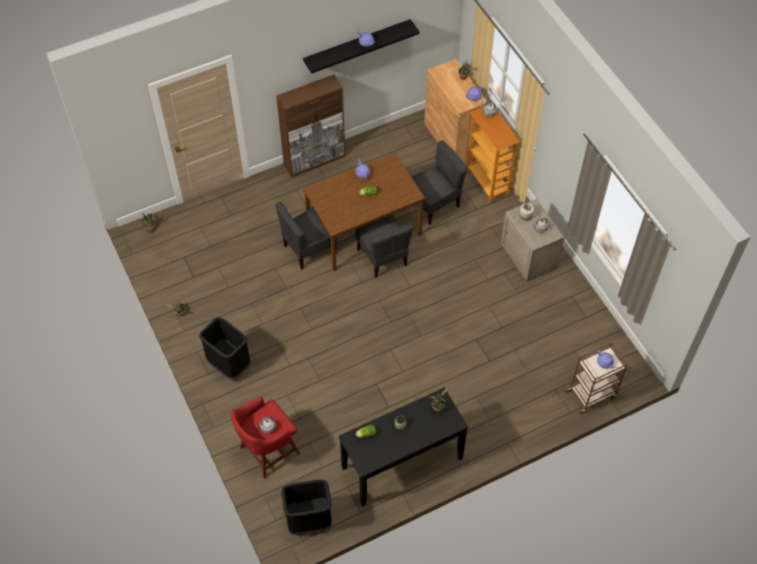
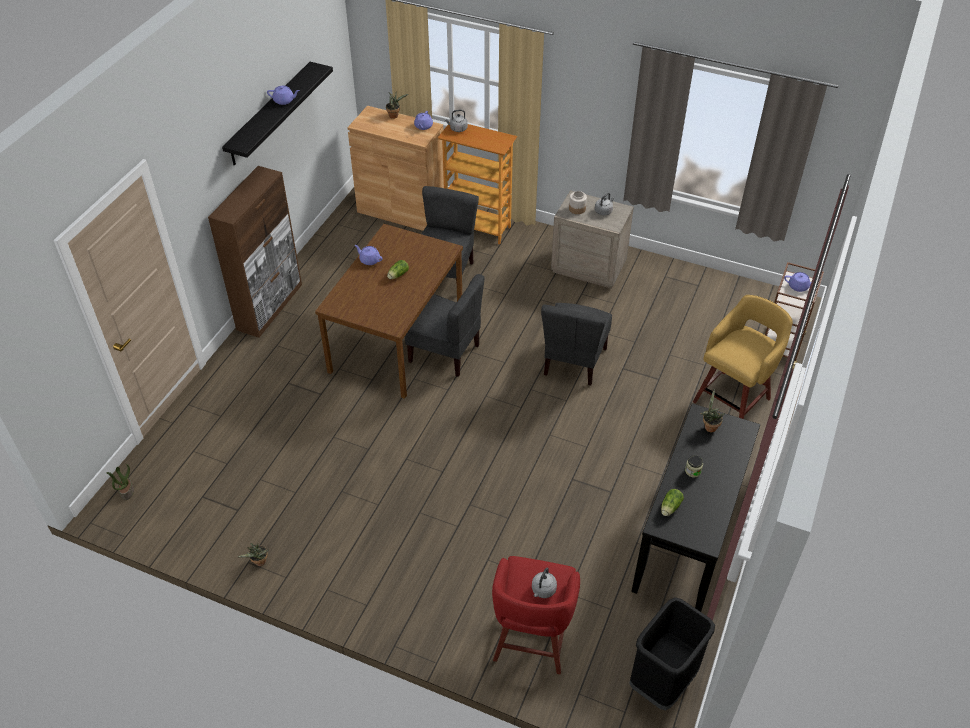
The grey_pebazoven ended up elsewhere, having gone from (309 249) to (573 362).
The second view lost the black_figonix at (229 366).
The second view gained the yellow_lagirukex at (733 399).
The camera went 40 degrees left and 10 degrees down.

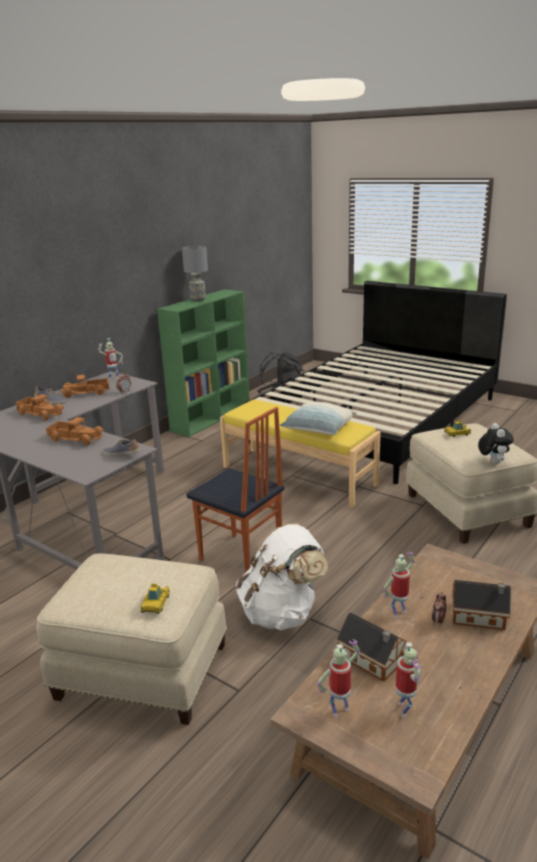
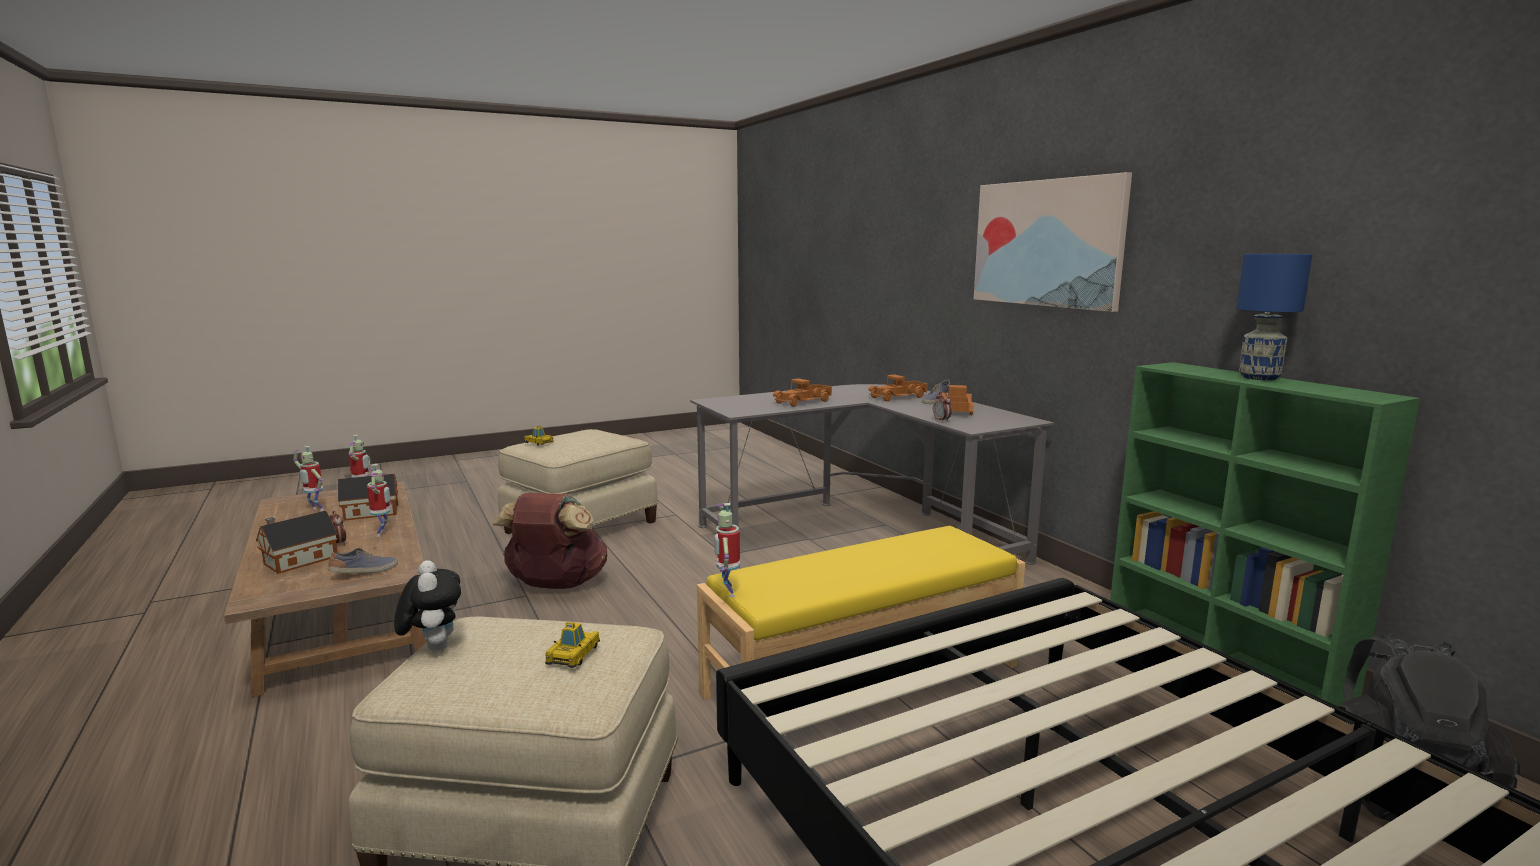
What was the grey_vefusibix at (198 299) turned into the blue_vefusibix at (1258 378).
The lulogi ended up elsewhere, having gone from (113 378) to (727 592).
The second view lost the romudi at (318 430).
The second view lost the pebazoven at (240 558).
The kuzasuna at (492 462) ended up facing another way, 135 degrees counterclockwise from before.
The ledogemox ended up elsewhere, having gone from (122 454) to (365 572).
What was the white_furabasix at (282 613) turned into the brown_furabasix at (555 585).
The second view gained the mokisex at (1047 243).
The camera went 115 degrees right and 10 degrees down.

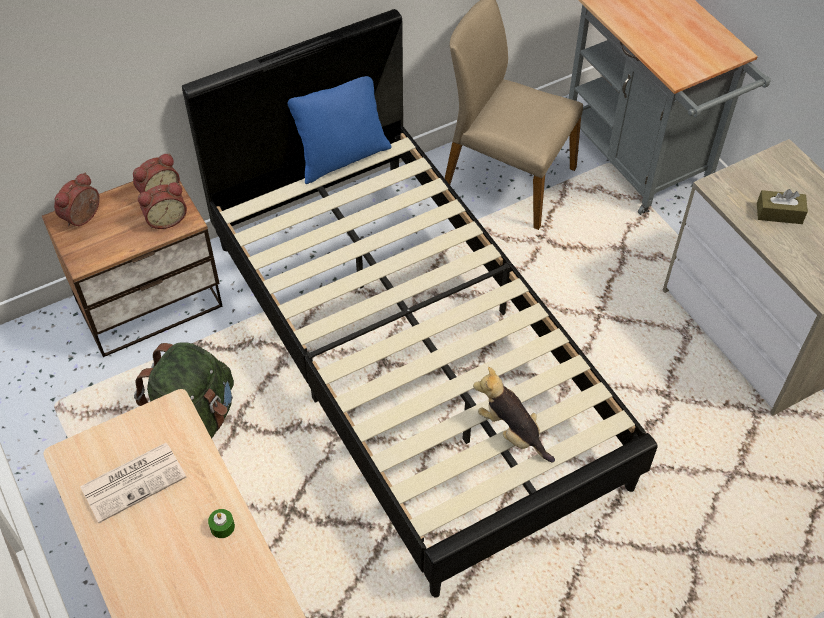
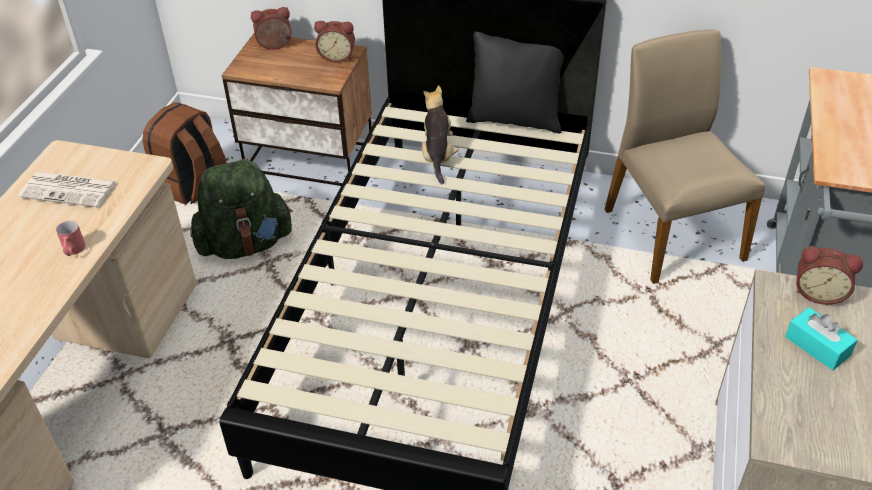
What was the blue_romudi at (341 157) turned into the black_romudi at (515 120).
The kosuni ended up elsewhere, having gone from (166 219) to (819 292).
What was the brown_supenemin at (779 213) turned into the turquoise_supenemin at (817 346).
The kuzasuna ended up elsewhere, having gone from (512 432) to (438 156).
Where the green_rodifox stood at (222 527), the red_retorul came to stand at (73 251).
The second view gained the brown_furabasix at (193 186).
The camera went 45 degrees right and 10 degrees down.

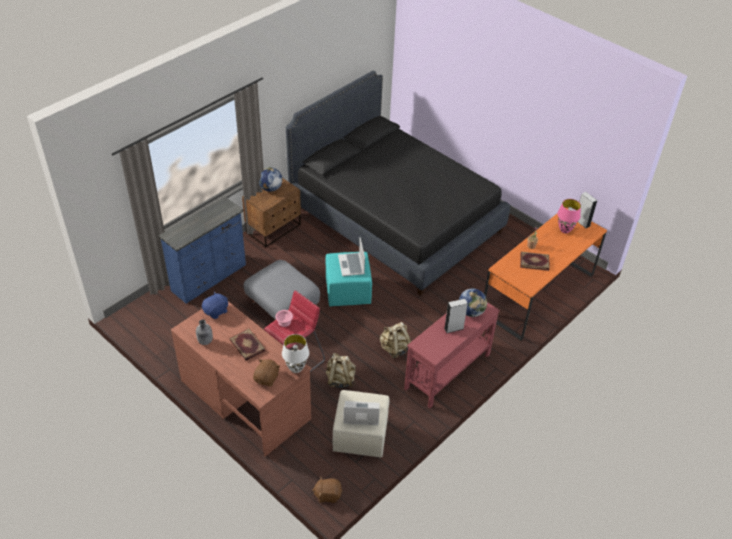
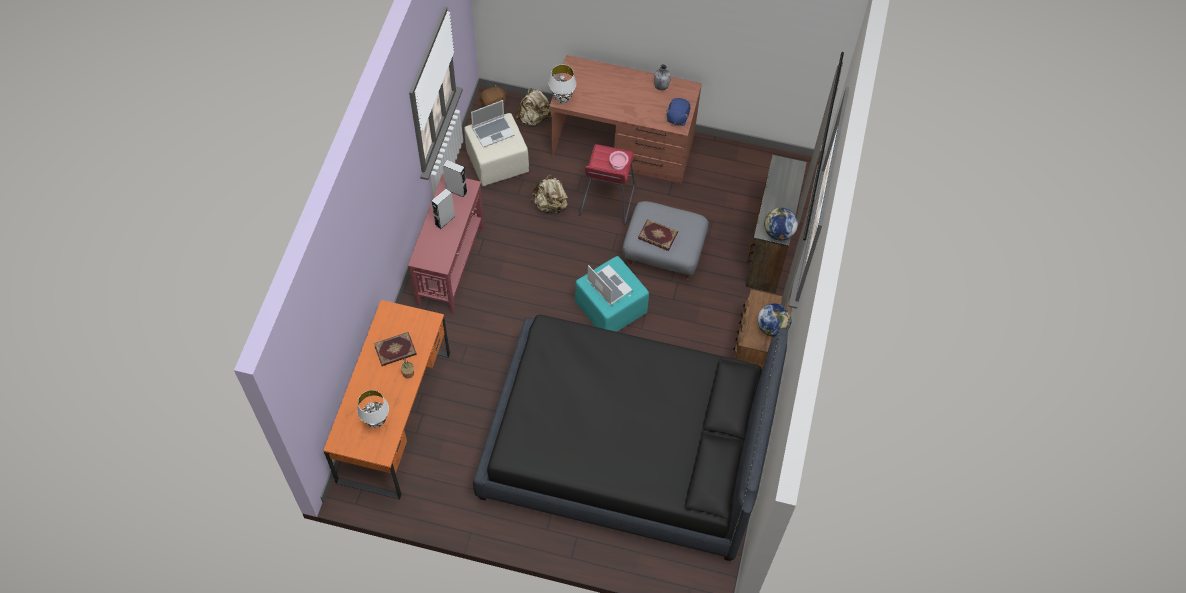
The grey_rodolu ended up elsewhere, having gone from (582 222) to (456 190).
What was the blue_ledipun at (210 278) turned into the brown_ledipun at (767 251).
What was the pink_vefusibix at (564 230) turned into the white_vefusibix at (376 421).
The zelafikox ended up elsewhere, having gone from (471 312) to (778 233).
The beige_furabasix ended up elsewhere, having gone from (395 349) to (534 119).
The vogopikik ended up elsewhere, having gone from (246 346) to (658 235).
The second view lost the brown_kuzasuna at (267 378).
The camera went 150 degrees right and 15 degrees up.

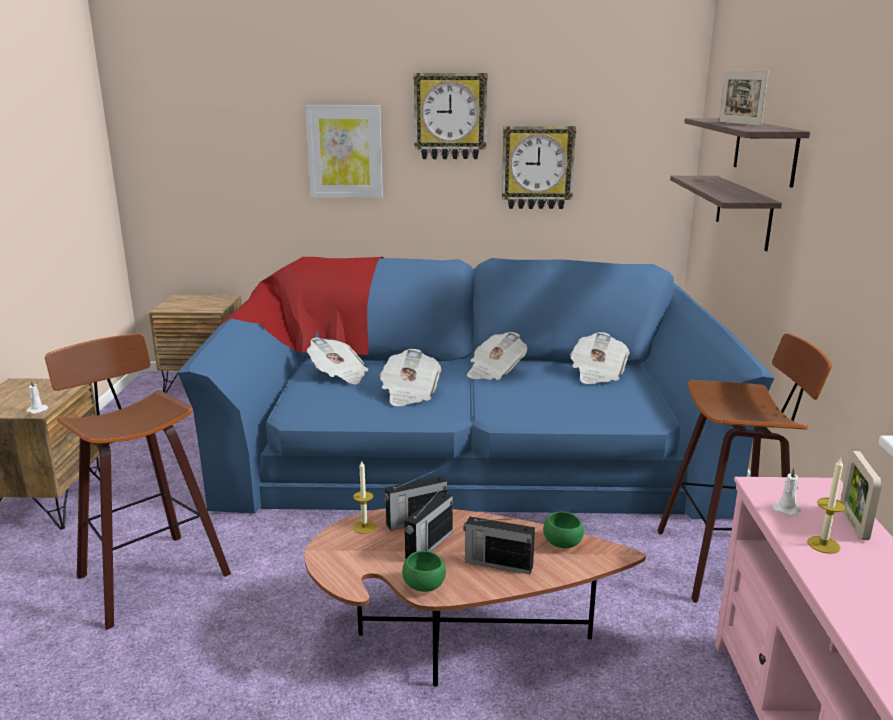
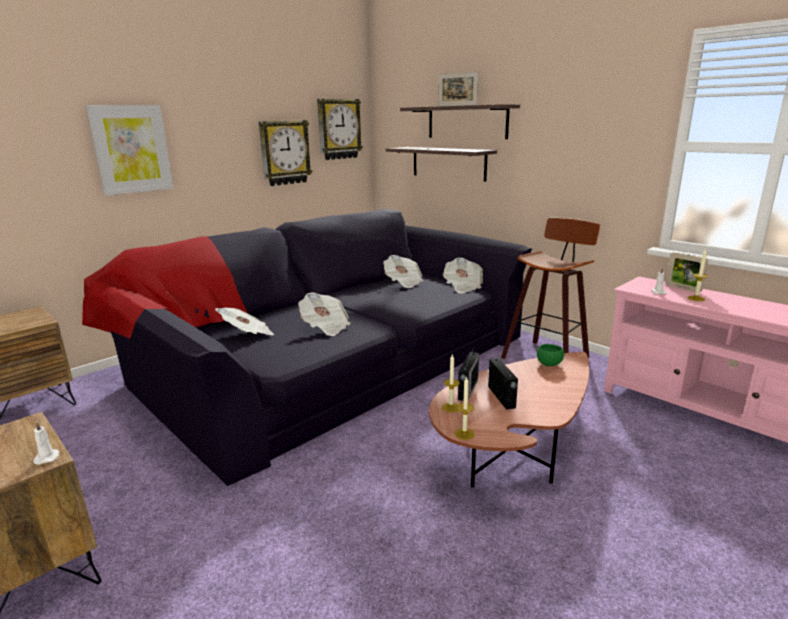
The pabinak ended up elsewhere, having gone from (450 116) to (338 129).
What was the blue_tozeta at (467 436) turned into the black_tozeta at (325 355).
The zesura ended up elsewhere, having gone from (494 372) to (462 286).
The second view lost the lagirukex at (147 575).
The second view lost the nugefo at (497 563).
The second view lost the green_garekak at (424 586).
The second view gained the rodifox at (464 434).
The camera went 45 degrees left and 0 degrees up.

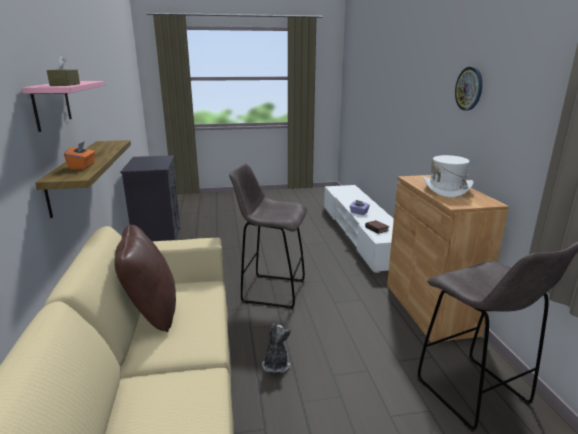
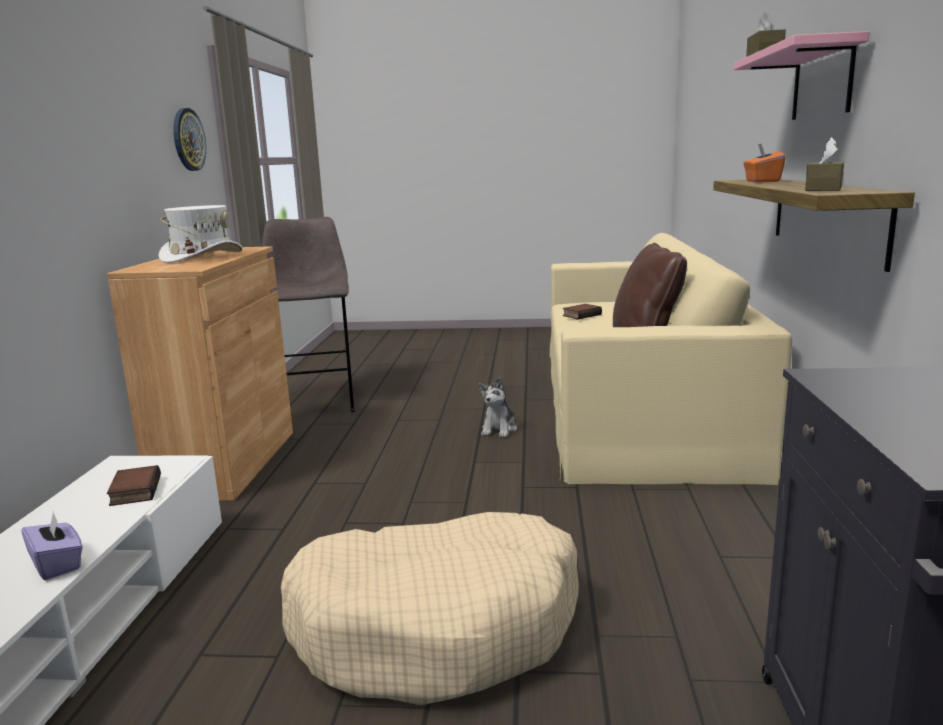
The pabinak ended up elsewhere, having gone from (469 88) to (188 139).
The second view lost the grey_lagirukex at (271 291).
The second view gained the brown_supenemin at (823 189).
The second view gained the vogopikik at (581 315).
The second view gained the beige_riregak at (438 627).
The camera went 165 degrees left and 5 degrees down.

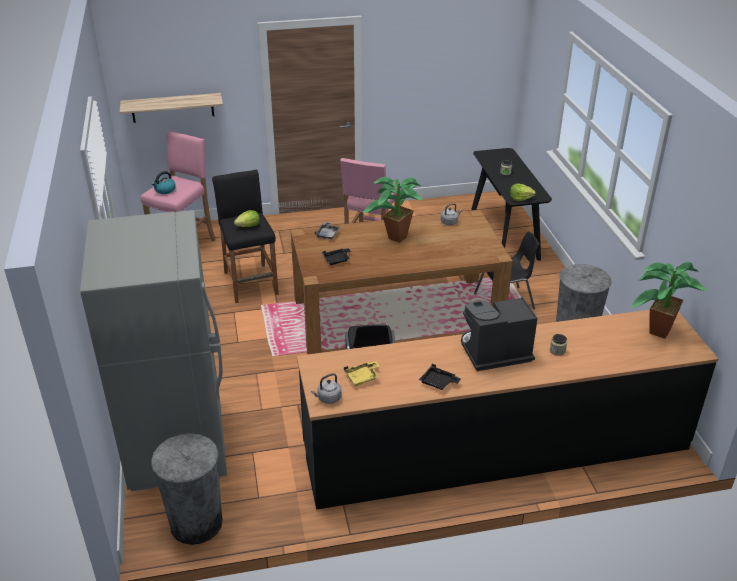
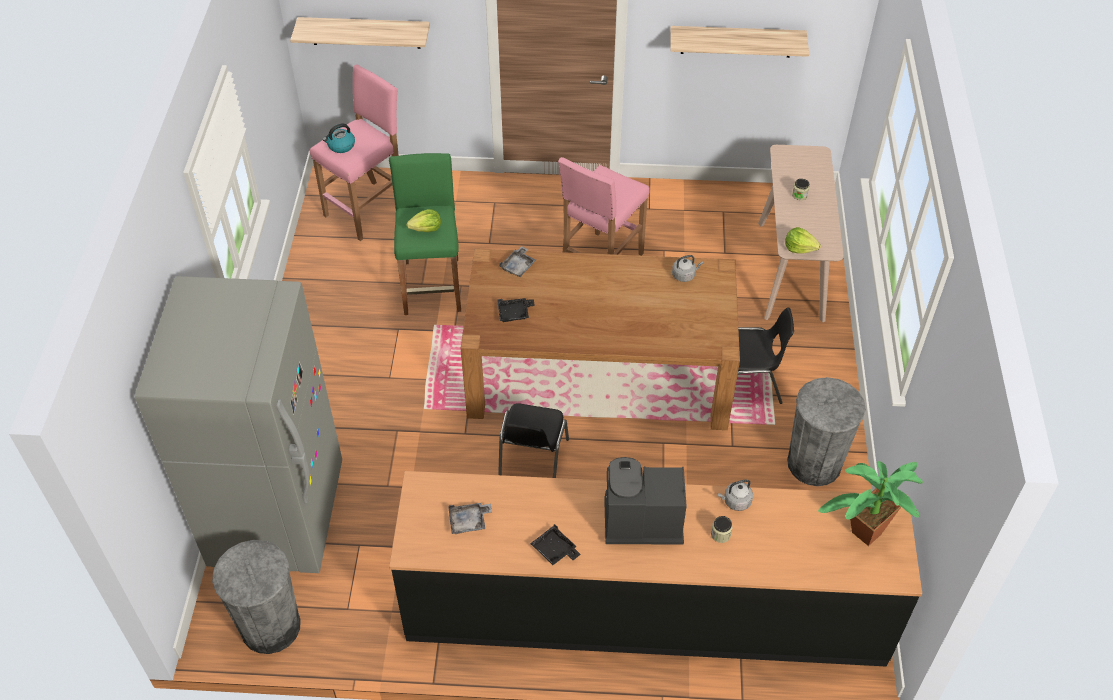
What was the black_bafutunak at (504 237) turned into the beige_bafutunak at (791 270).
What was the black_lagirukex at (251 283) turned into the green_lagirukex at (432 286).
The second view lost the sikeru at (394 239).
What was the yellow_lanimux at (362 377) turned into the grey_lanimux at (469 522).
The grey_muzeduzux ended up elsewhere, having gone from (328 398) to (735 501).
The second view gained the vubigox at (736 41).
The camera went 15 degrees right and 15 degrees up.

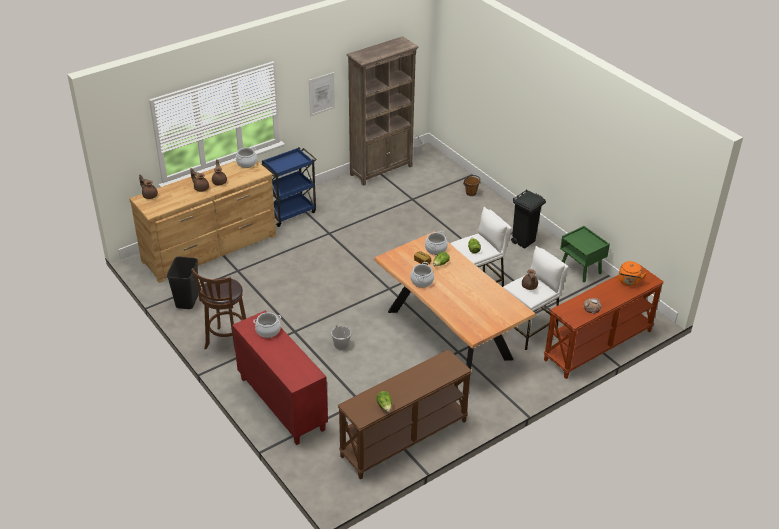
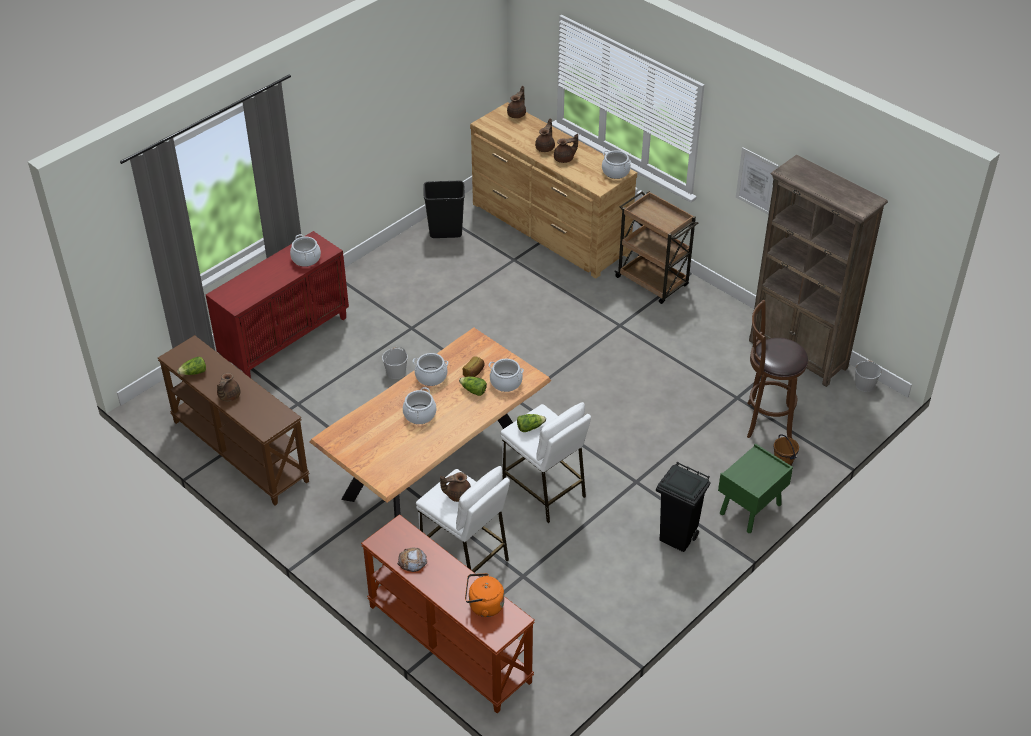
What was the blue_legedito at (291 212) turned into the brown_legedito at (653 282).
The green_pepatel ended up elsewhere, having gone from (581 269) to (750 509).
The brown_lagirukex ended up elsewhere, having gone from (227 344) to (765 421).
The second view gained the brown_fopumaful at (228 396).
The second view gained the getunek at (420 414).
The camera went 80 degrees right and 5 degrees up.

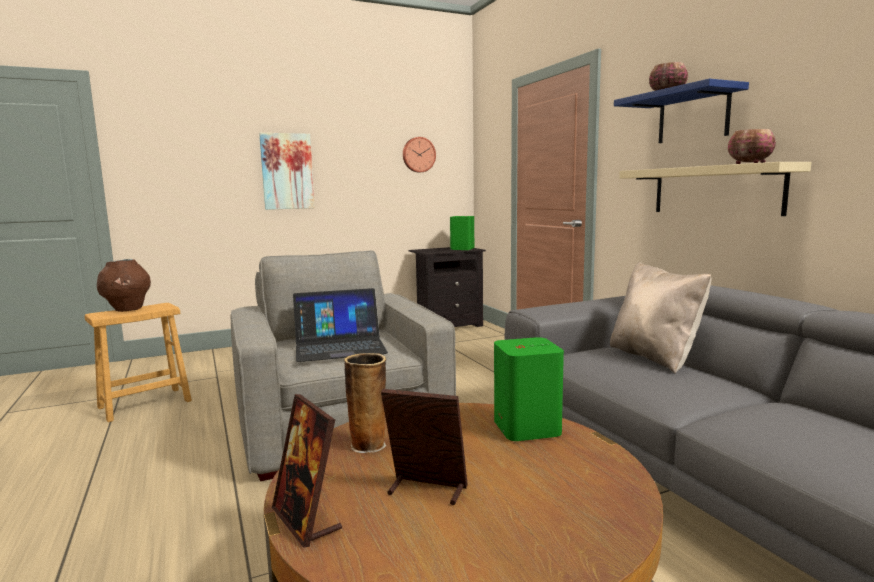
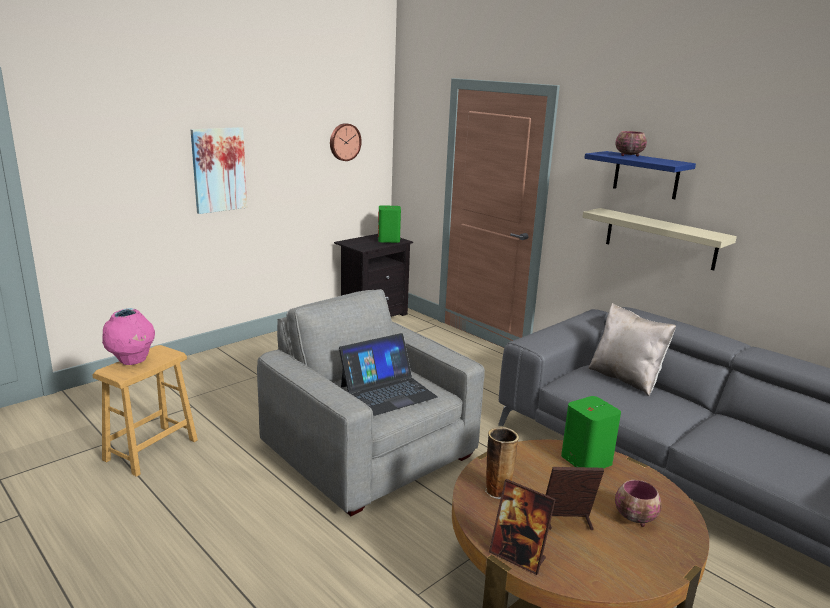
The garekak ended up elsewhere, having gone from (750 163) to (635 518).
What was the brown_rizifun at (127 309) turned into the pink_rizifun at (132 361).
The camera went 20 degrees left and 10 degrees up.

